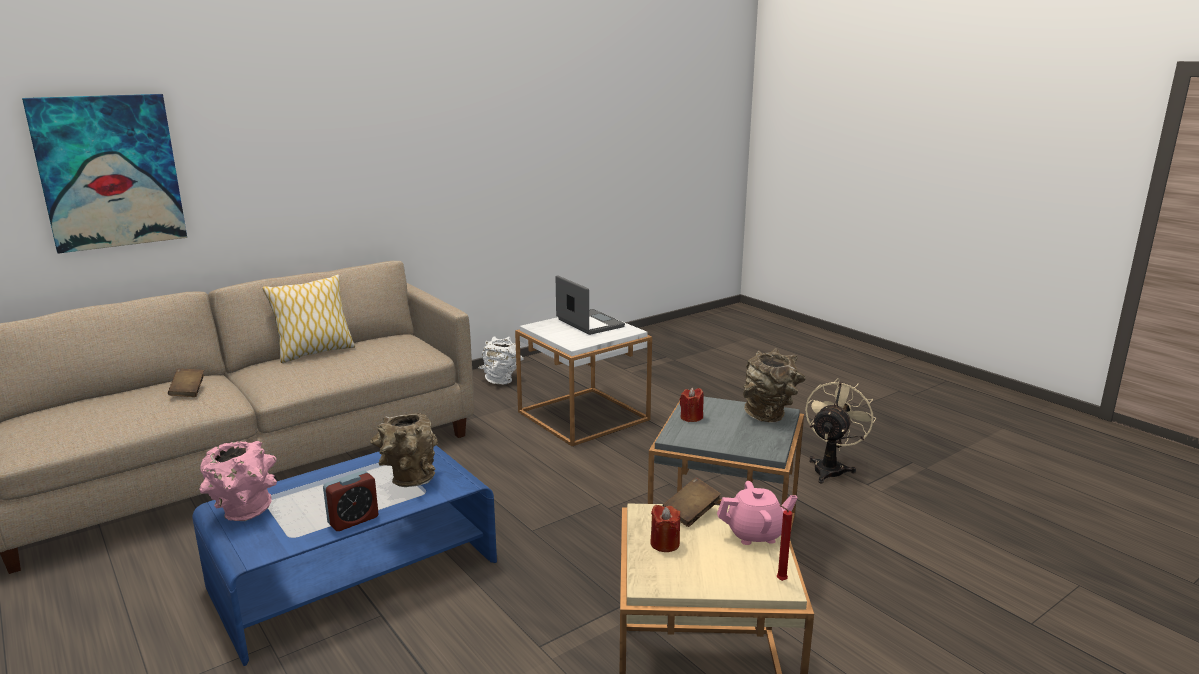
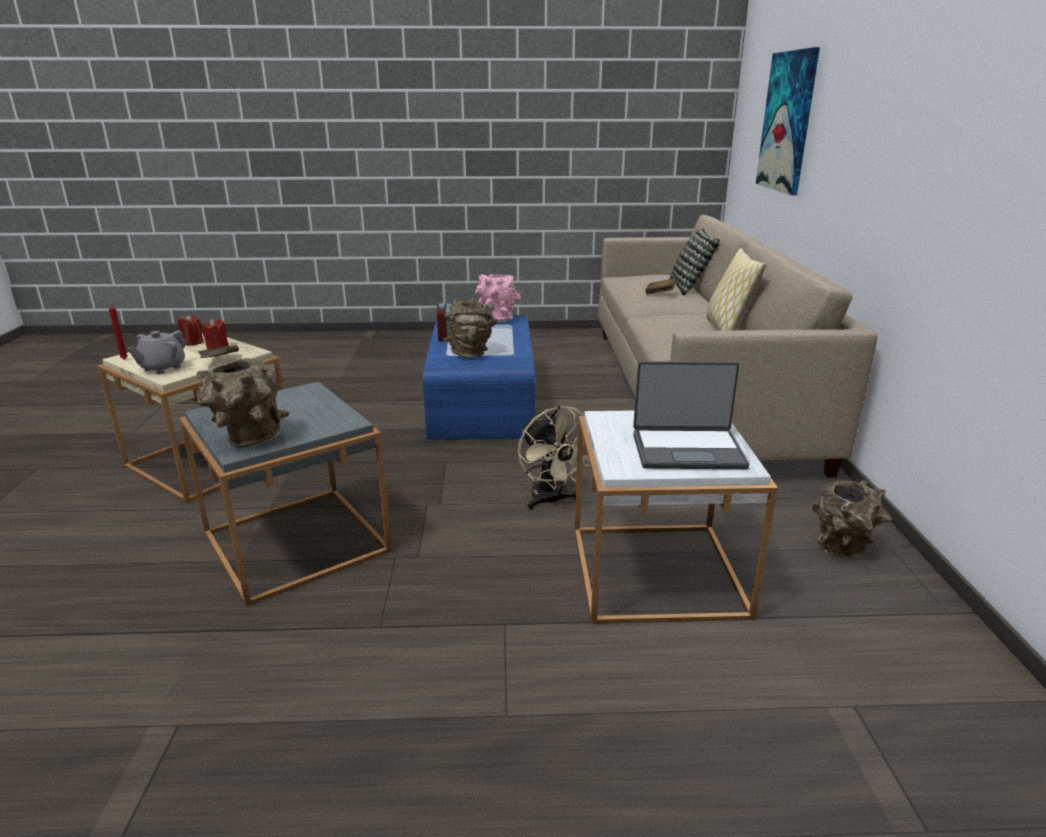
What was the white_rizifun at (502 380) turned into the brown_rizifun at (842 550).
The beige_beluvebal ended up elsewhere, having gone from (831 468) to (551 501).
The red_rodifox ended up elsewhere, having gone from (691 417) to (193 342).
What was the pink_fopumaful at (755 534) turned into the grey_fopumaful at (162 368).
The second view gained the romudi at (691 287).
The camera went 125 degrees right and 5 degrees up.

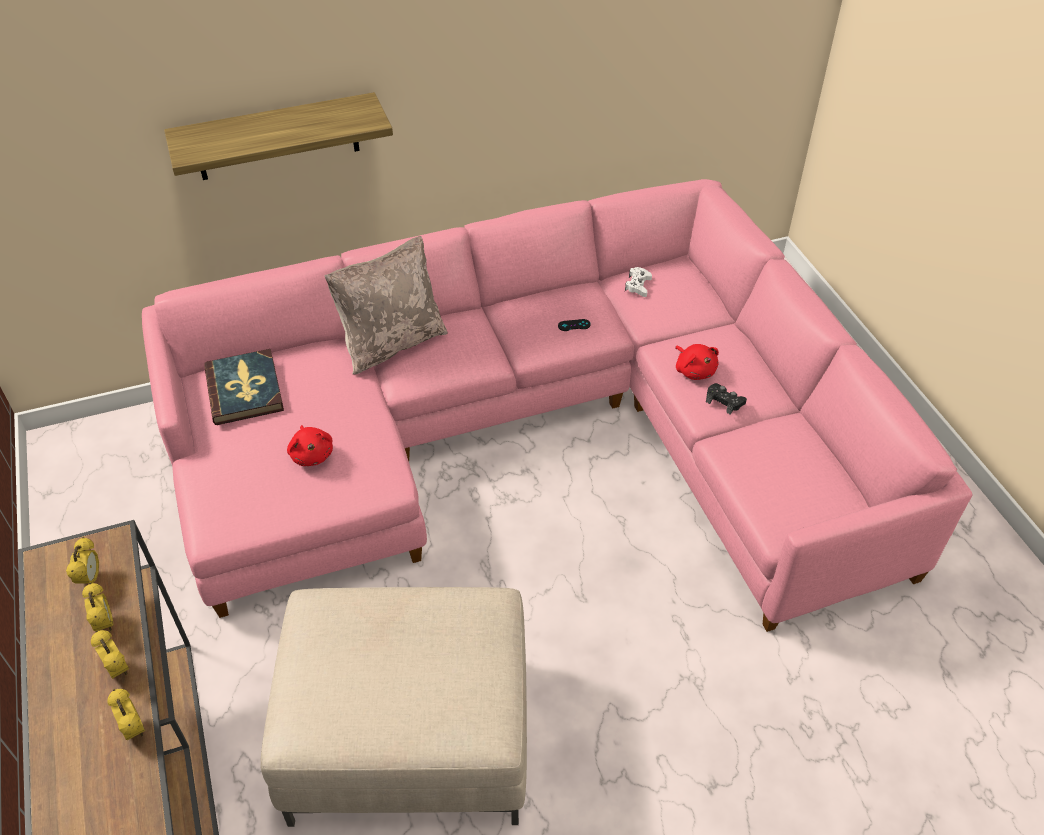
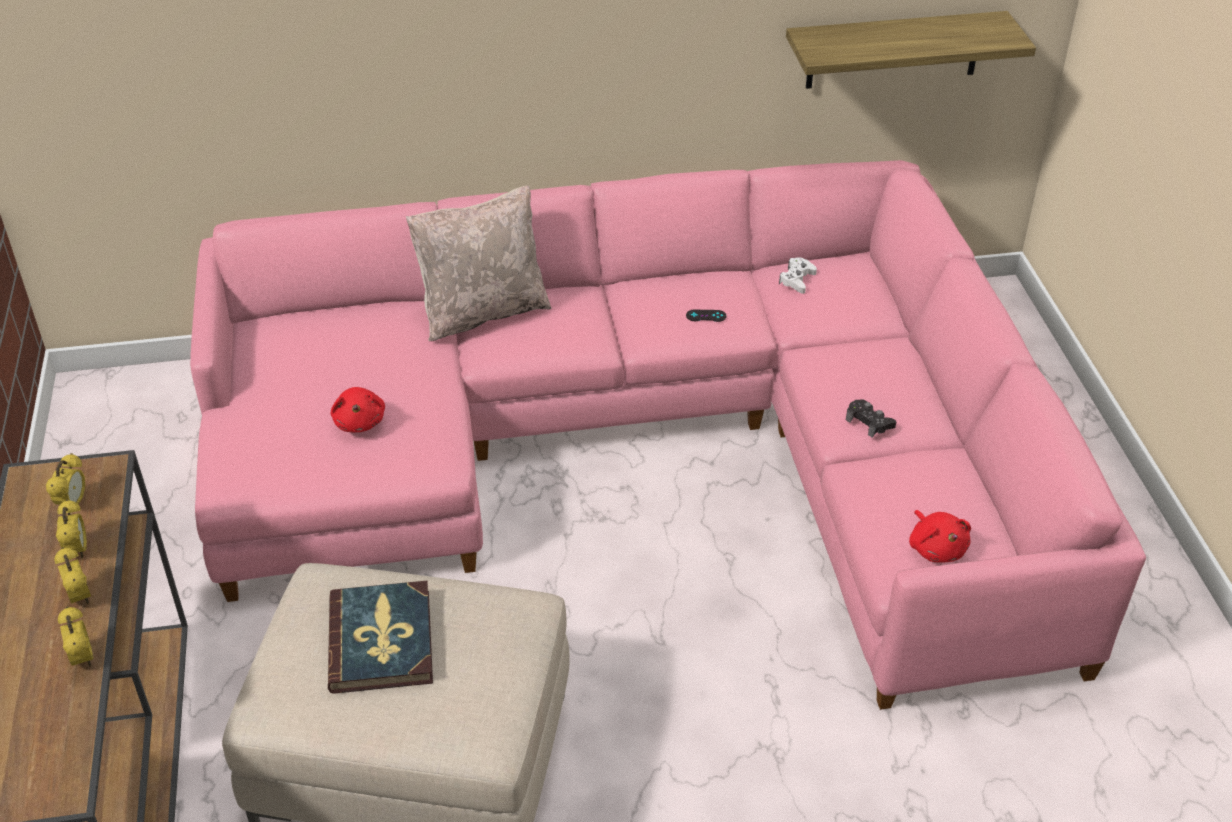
The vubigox ended up elsewhere, having gone from (277 137) to (893 50).
The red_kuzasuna ended up elsewhere, having gone from (694 370) to (936 548).
The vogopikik ended up elsewhere, having gone from (245 390) to (382 641).
The camera went 10 degrees right and 5 degrees down.

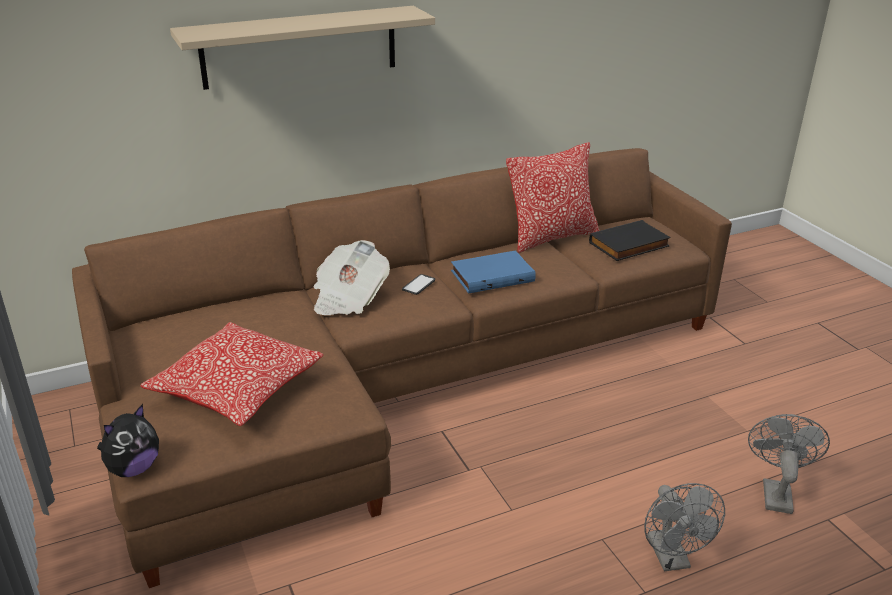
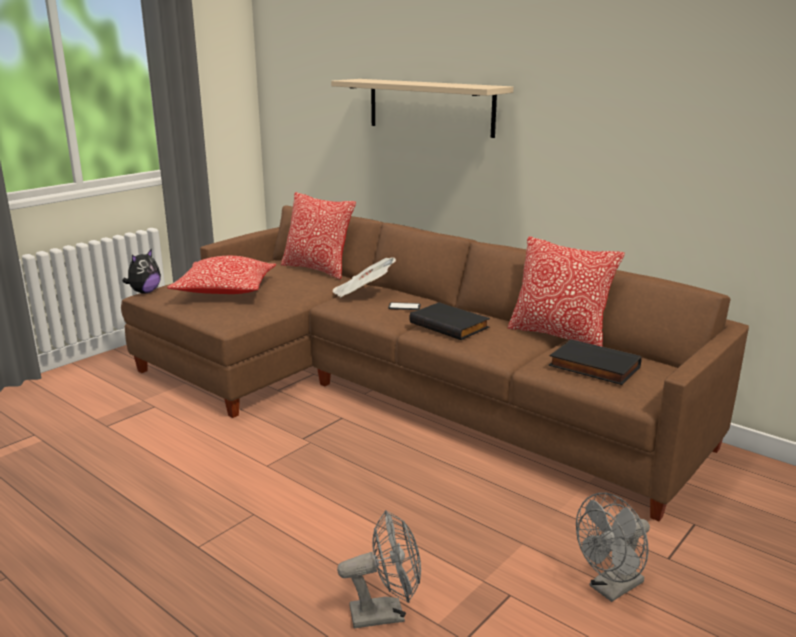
What was the blue_vogopikik at (492 275) turned into the black_vogopikik at (450 325).
The kuzasuna at (133 468) ended up facing another way, 75 degrees counterclockwise from before.
The grey_beluvebal ended up elsewhere, having gone from (672 559) to (611 589).
The second view gained the romudi at (317 269).
The camera went 65 degrees right and 10 degrees down.

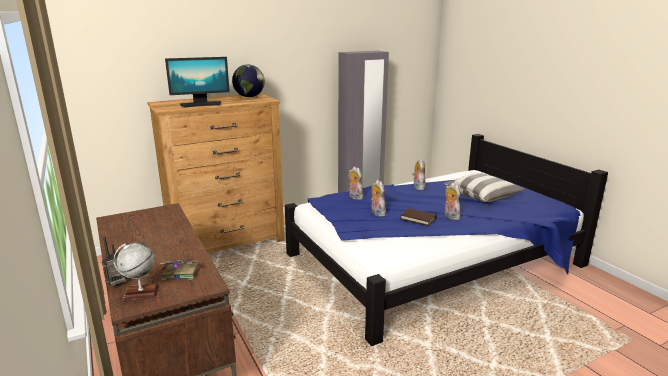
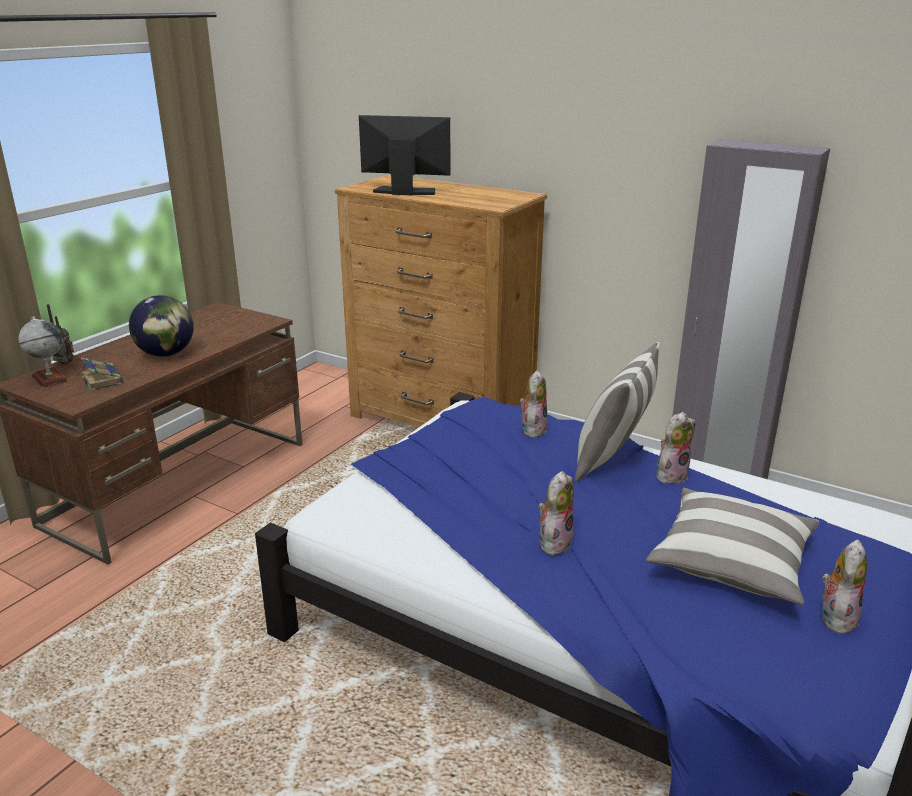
The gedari at (201 104) ended up facing another way, 150 degrees clockwise from before.
The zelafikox ended up elsewhere, having gone from (249 97) to (166 354).
The kuzasuna ended up elsewhere, having gone from (376 213) to (836 617).
The second view lost the brown_vogopikik at (418 219).
The second view gained the romudi at (613 459).
The camera went 60 degrees right and 5 degrees up.

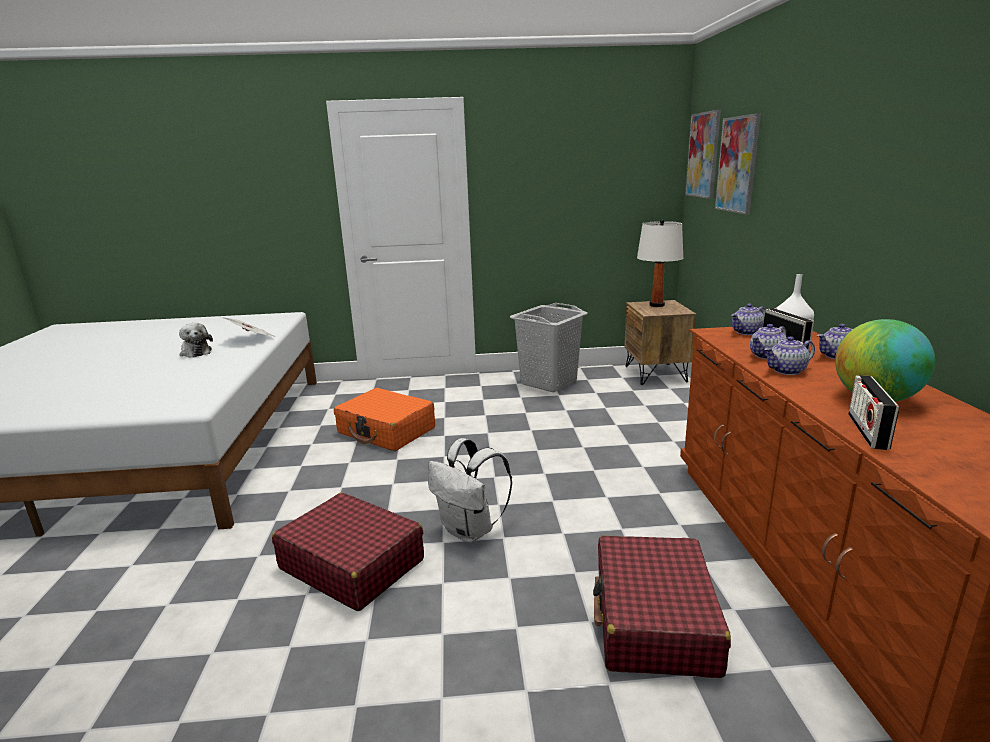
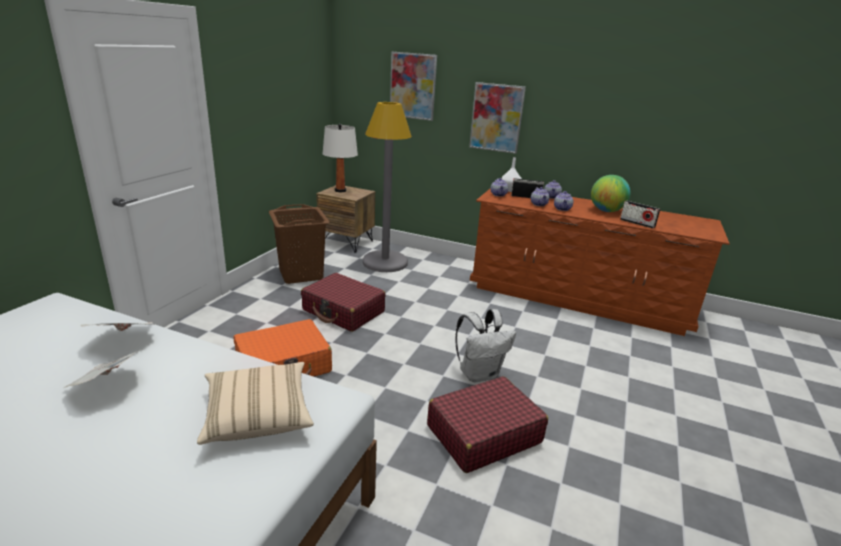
The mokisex ended up elsewhere, having gone from (703 155) to (496 118).
What was the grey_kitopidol at (548 382) turned into the brown_kitopidol at (301 274).
Where the kuzasuna stood at (195 352), the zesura came to stand at (107 384).
The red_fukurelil ended up elsewhere, having gone from (653 620) to (343 311).
The second view gained the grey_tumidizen at (385 262).
The second view gained the beige_romudi at (258 415).
The camera went 65 degrees left and 5 degrees up.

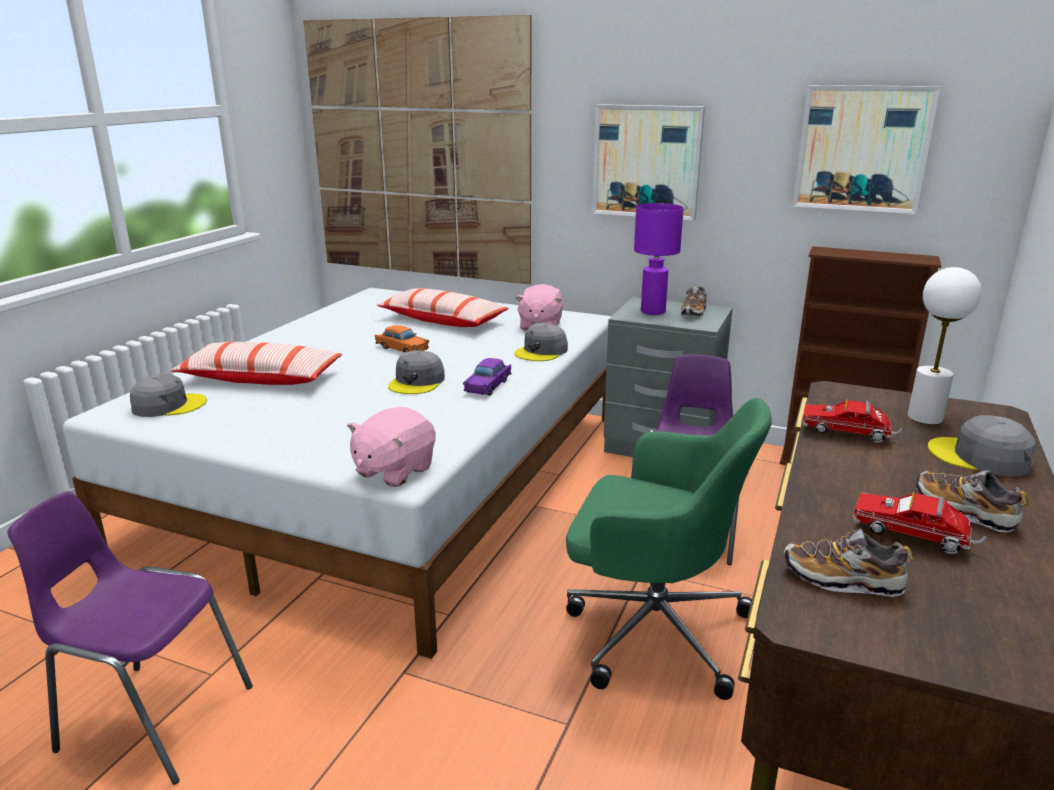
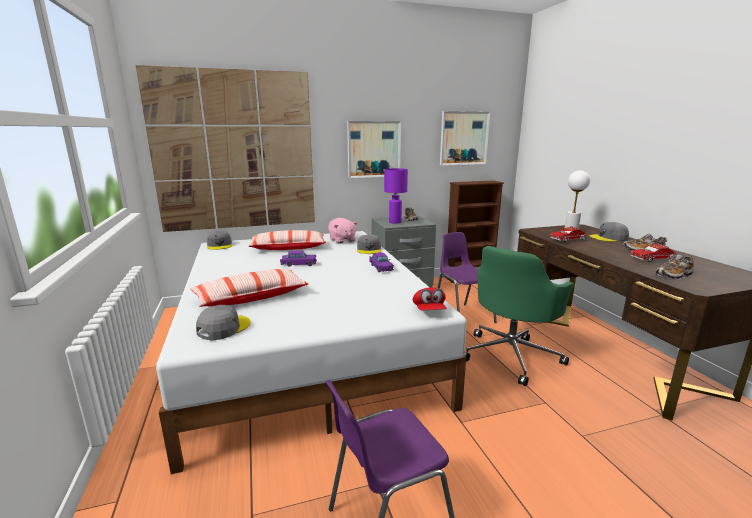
What was the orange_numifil at (402 348) turned into the purple_numifil at (299 264).
The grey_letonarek ended up elsewhere, having gone from (417 382) to (220 245).
The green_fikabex at (652 629) ended up facing another way, 150 degrees clockwise from before.
Where the pink_kuzasuna stood at (393 470), the red_letonarek came to stand at (429 310).
The camera went 40 degrees left and 5 degrees down.

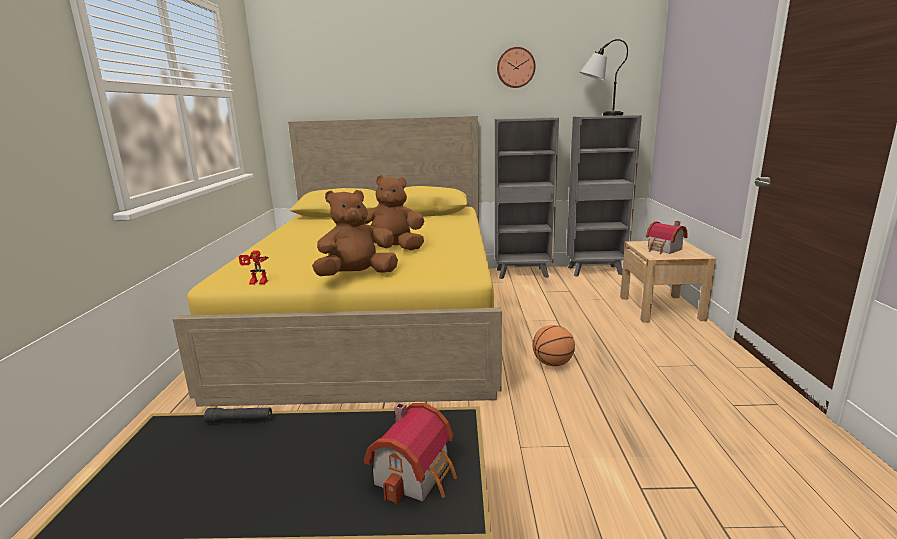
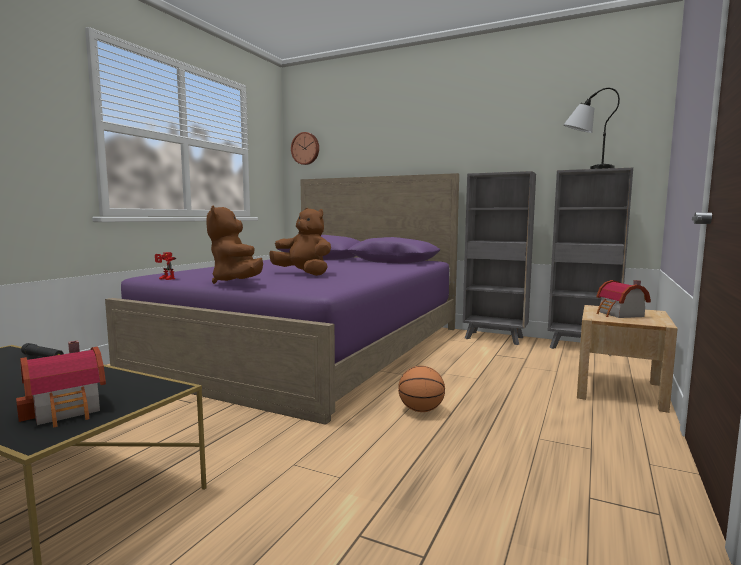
The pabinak ended up elsewhere, having gone from (515 67) to (306 148).
What was the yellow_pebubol at (377 318) turned into the purple_pebubol at (314 348).
The brown_kuzasuna at (357 276) ended up facing another way, 105 degrees counterclockwise from before.
The camera went 25 degrees right and 10 degrees down.

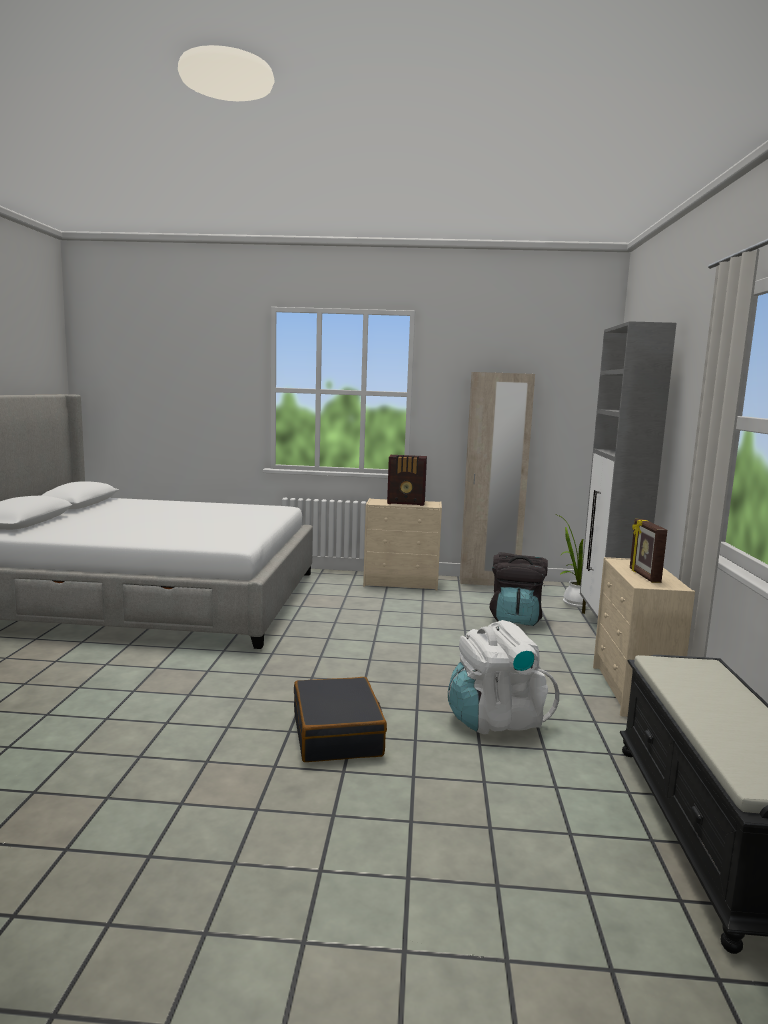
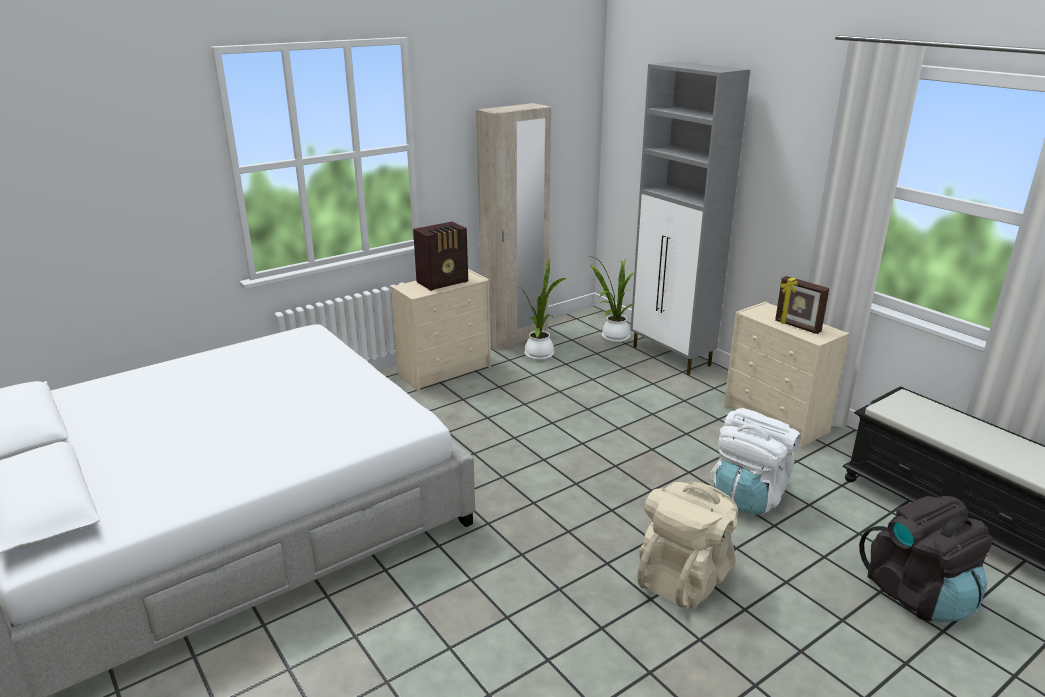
The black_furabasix ended up elsewhere, having gone from (516 618) to (918 594).
Where the black_fukurelil stood at (337 734), the beige_furabasix came to stand at (684 577).
The second view gained the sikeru at (540 353).
The camera went 40 degrees left and 15 degrees up.

